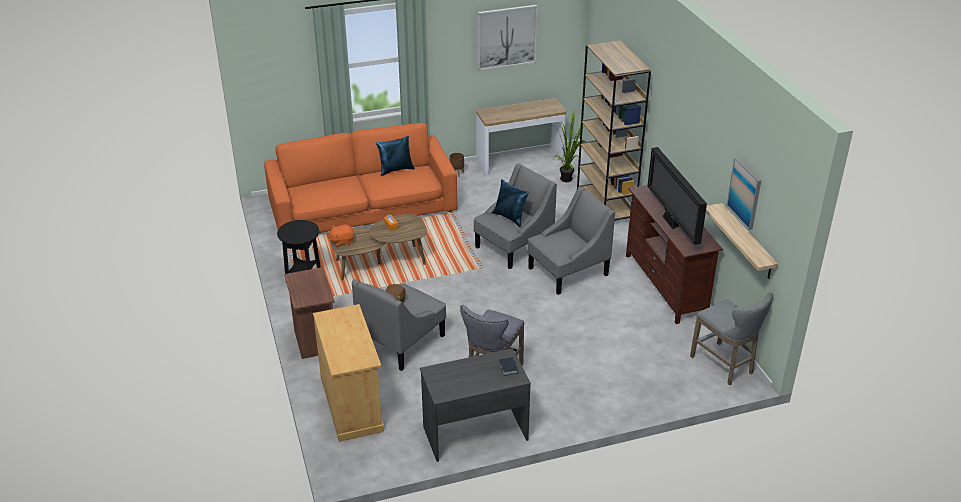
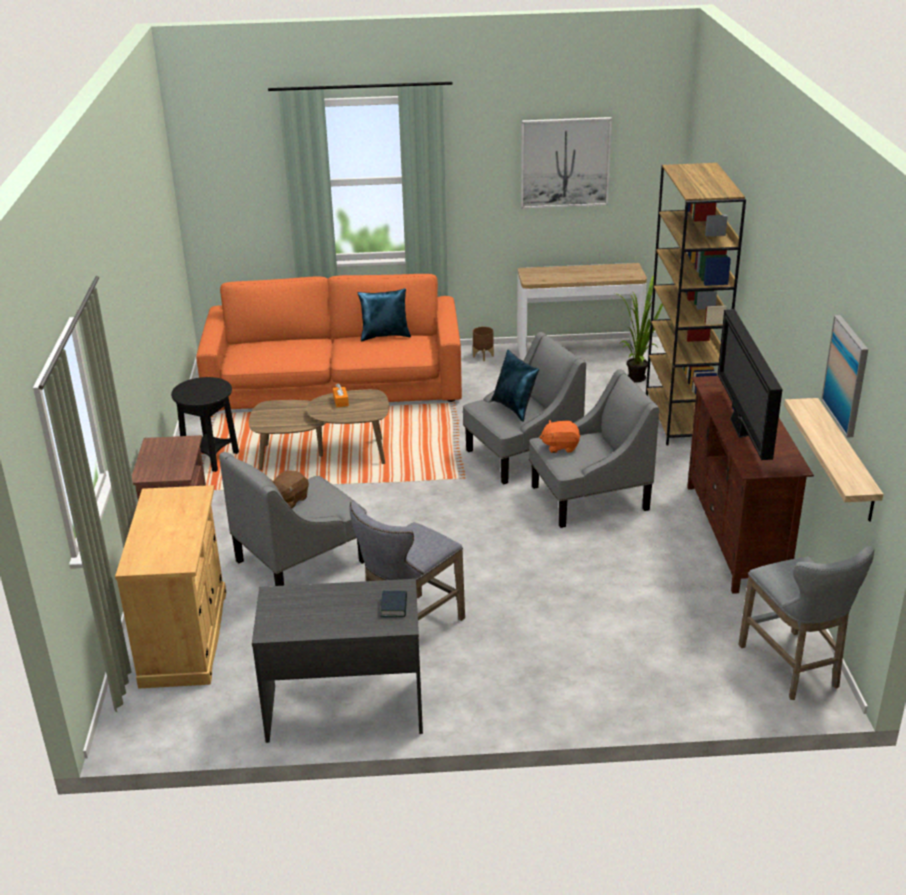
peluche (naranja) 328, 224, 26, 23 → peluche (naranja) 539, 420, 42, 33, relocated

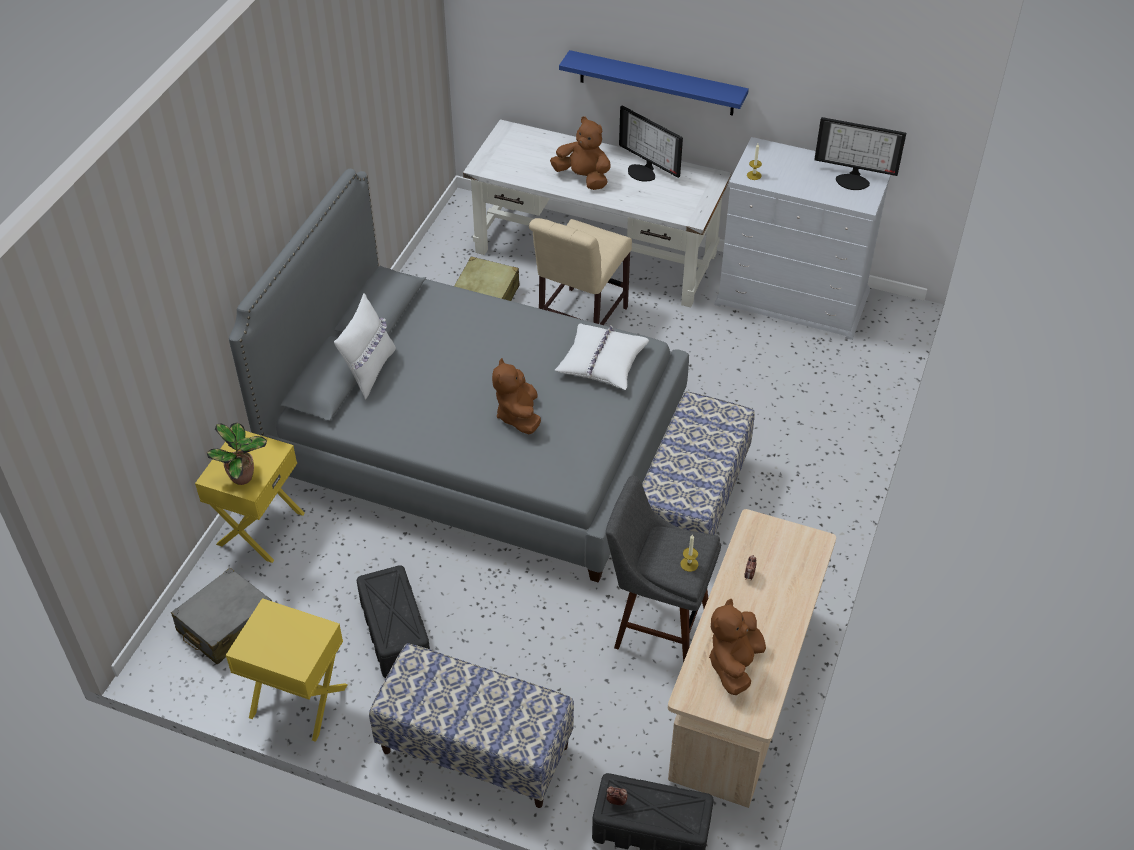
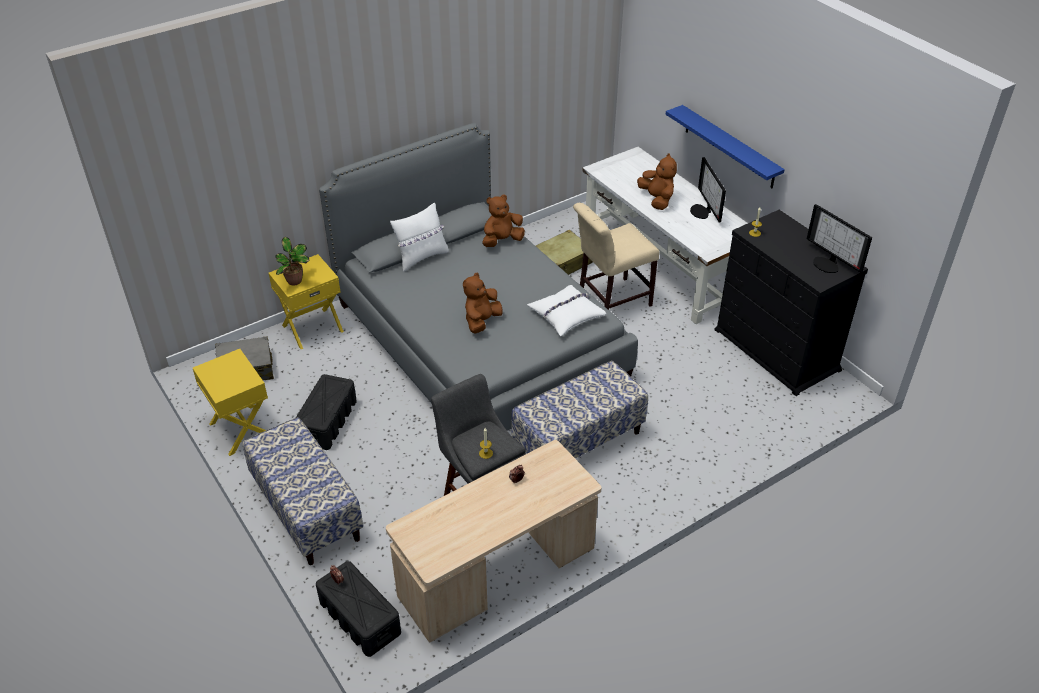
peluche (marrón) 709, 599, 57, 96 → peluche (marrón) 482, 194, 43, 53, relocated
cómoda (blanco) 714, 137, 177, 203 → cómoda (negro) 714, 210, 154, 186

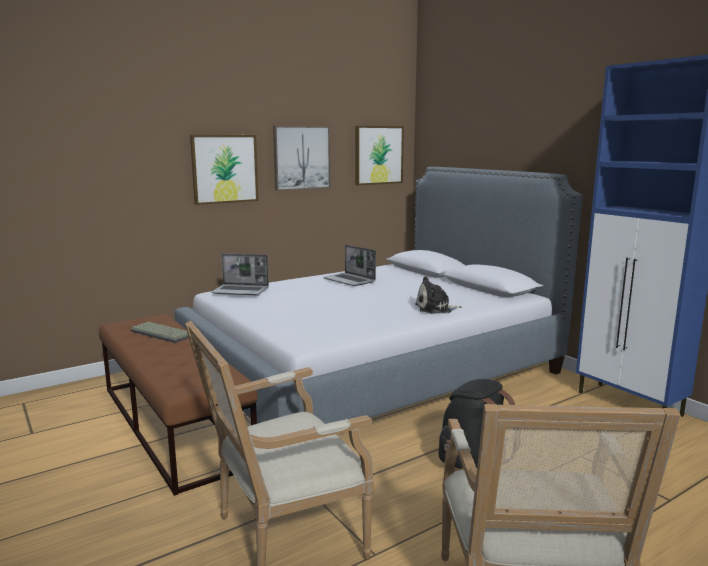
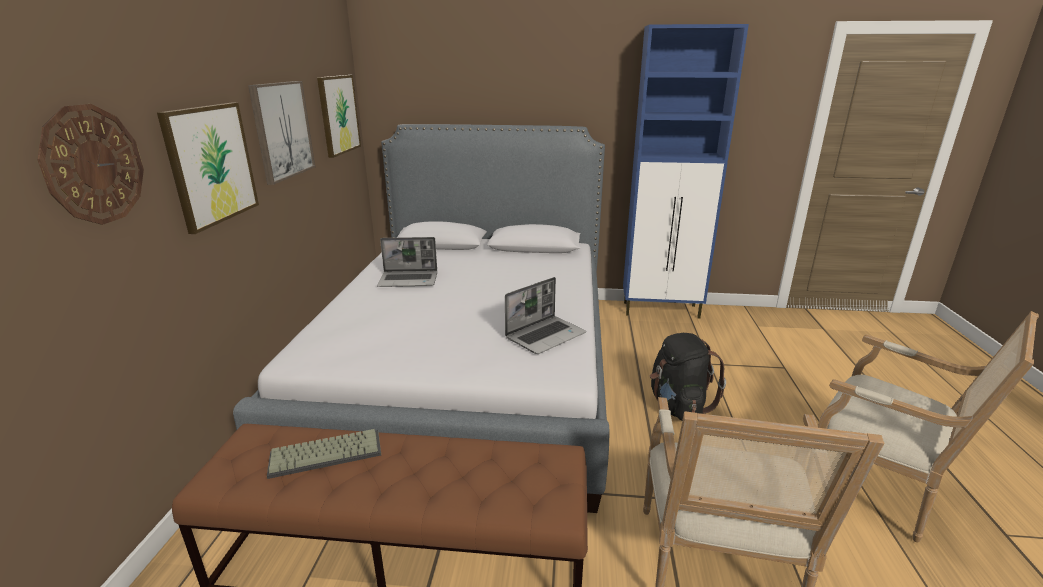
peluche 415, 276, 47, 38 → -
- → reloj de pared 37, 104, 107, 121
portátil 211, 253, 58, 43 → portátil 505, 277, 81, 77, relocated

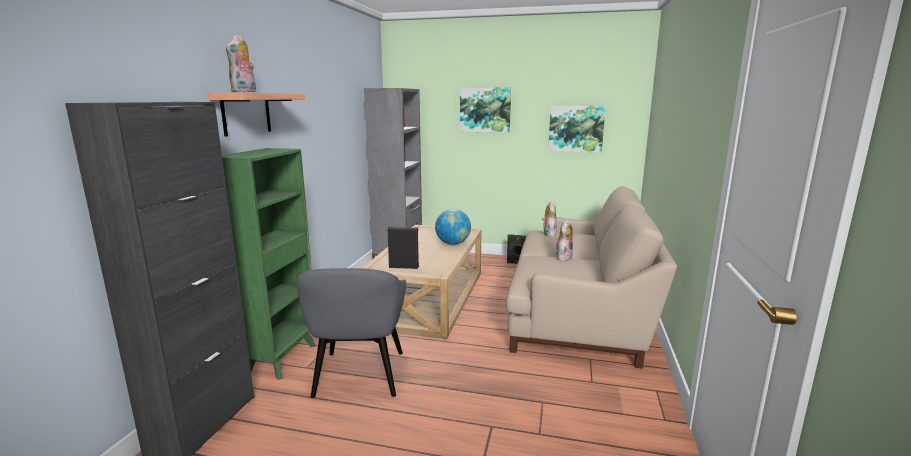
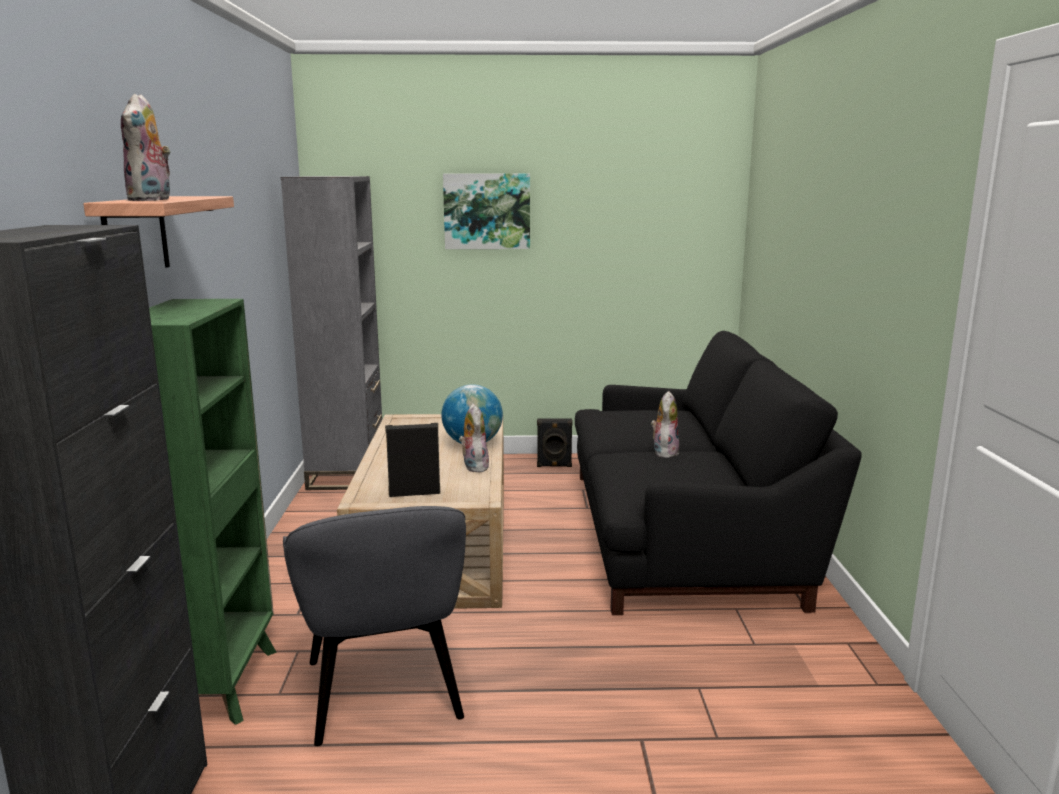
cuadro 548, 106, 58, 46 → -
peluche 542, 201, 15, 36 → peluche 459, 404, 30, 68, relocated
sofá (beis) 506, 186, 171, 183 → sofá (negro) 575, 331, 287, 284

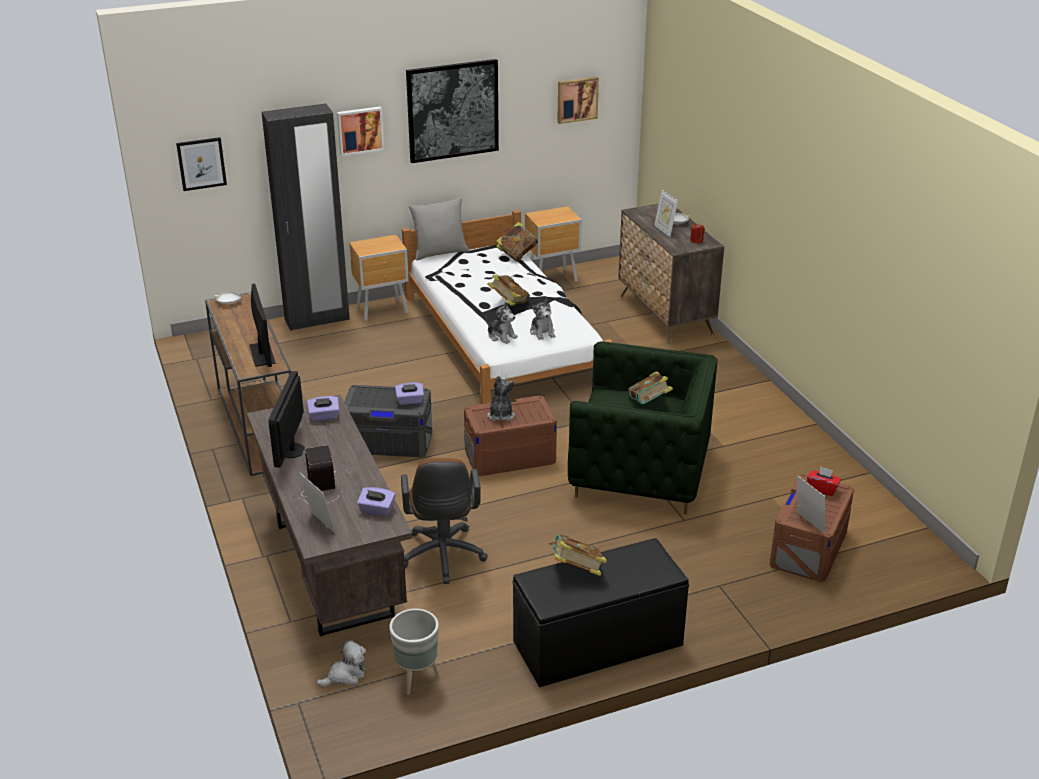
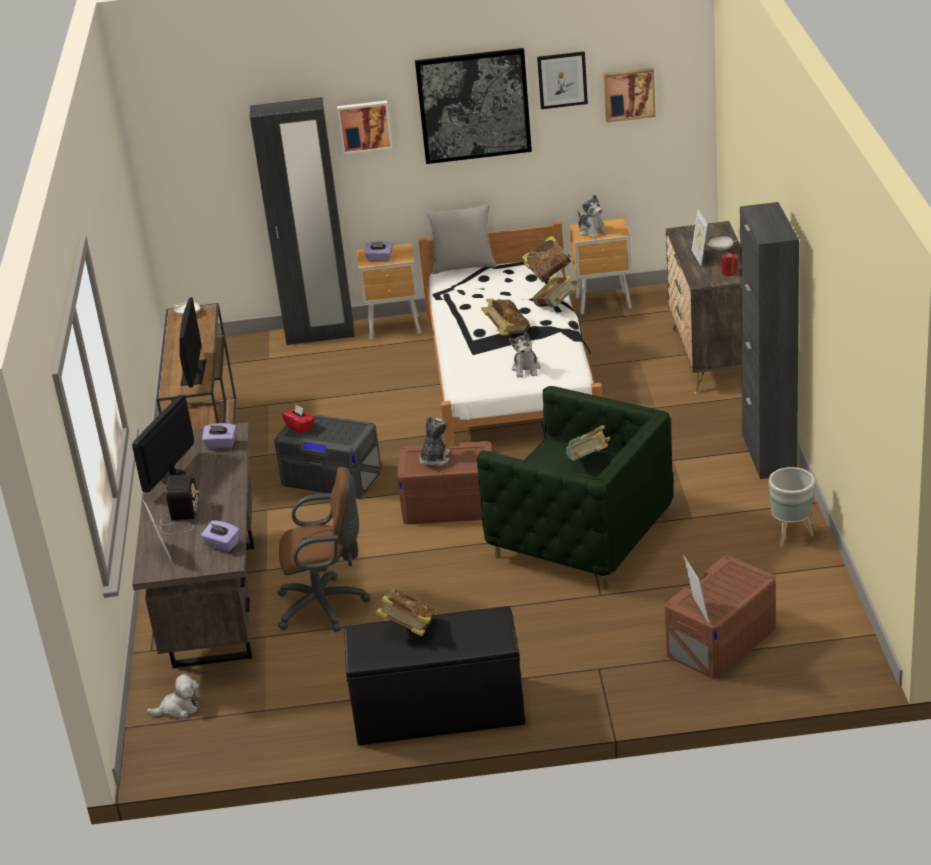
- → libro 533, 276, 46, 31
- → armario (negro) 740, 202, 59, 277
cuadro 176, 137, 51, 54 → cuadro 537, 51, 51, 58, relocated
maceta (gris) 389, 609, 51, 86 → maceta (gris) 769, 467, 46, 79, relocated
caja de pañuelos (morado) 395, 383, 29, 22 → caja de pañuelos (morado) 365, 241, 28, 21, relocated
peluche 485, 302, 33, 42 → peluche 578, 194, 30, 45, relocated
caja de pañuelos (rojo) 807, 466, 34, 30 → caja de pañuelos (rojo) 282, 405, 33, 28, relocated
silla de oficina (marrón) 401, 458, 87, 126 → silla de oficina (marrón) 277, 467, 93, 165, 105 degrees counterclockwise

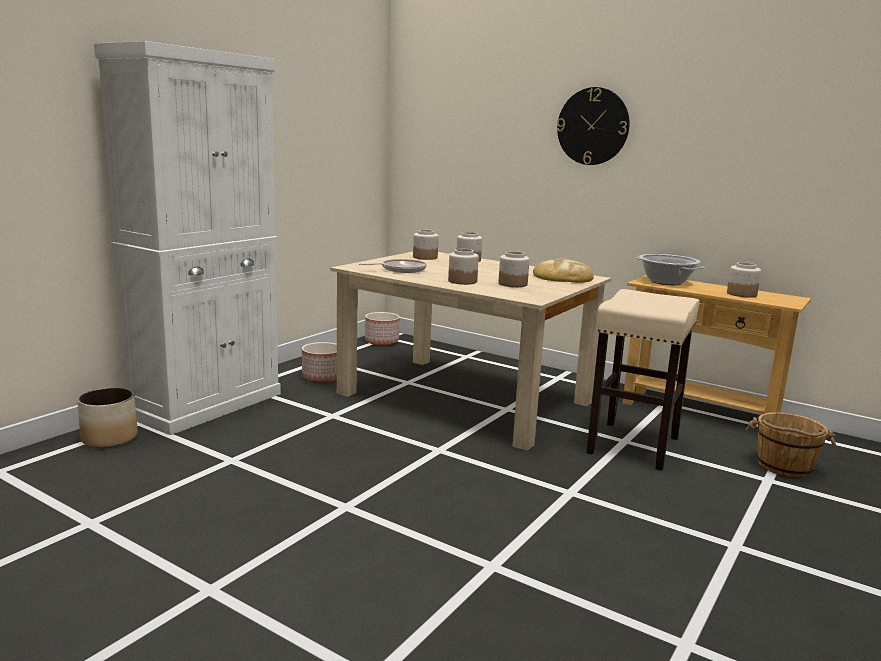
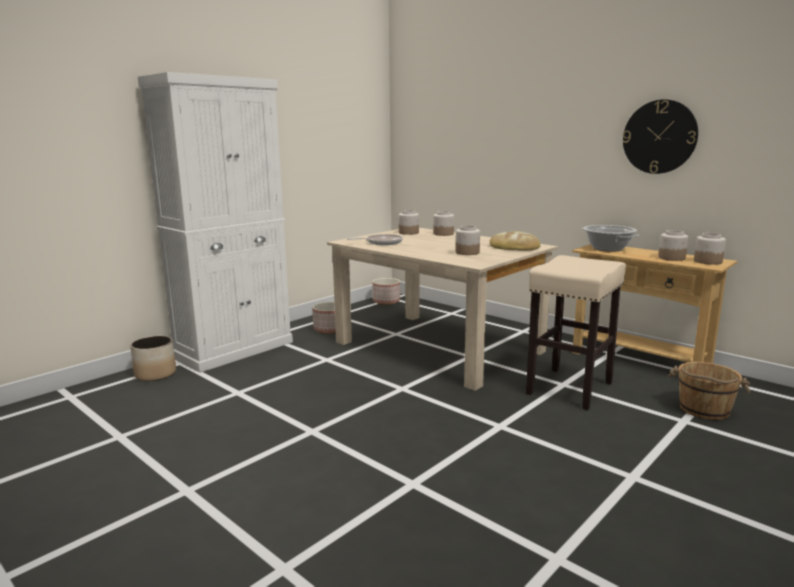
tarro 448, 249, 31, 36 → tarro 694, 233, 32, 32, relocated
reloj de pared 557, 87, 73, 78 → reloj de pared 622, 99, 76, 75, relocated

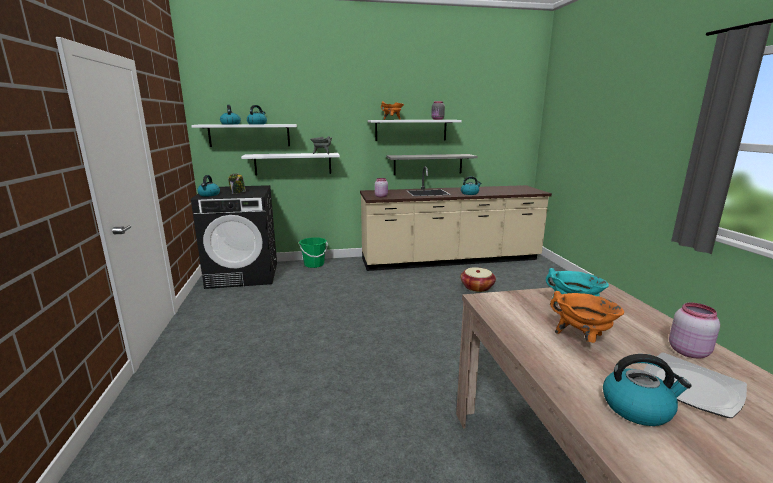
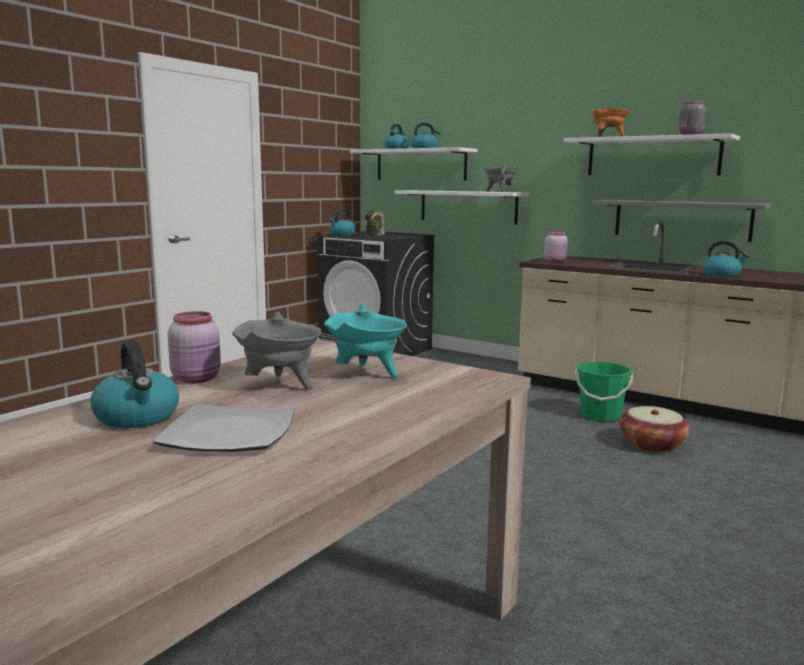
cubo (verde) 299, 237, 29, 31 → cubo (verde) 575, 362, 58, 60, relocated
tarro (rosa) 669, 302, 51, 57 → tarro (rosa) 168, 311, 53, 72, relocated
olla (naranja) 550, 291, 74, 52 → olla (gris) 232, 312, 90, 78

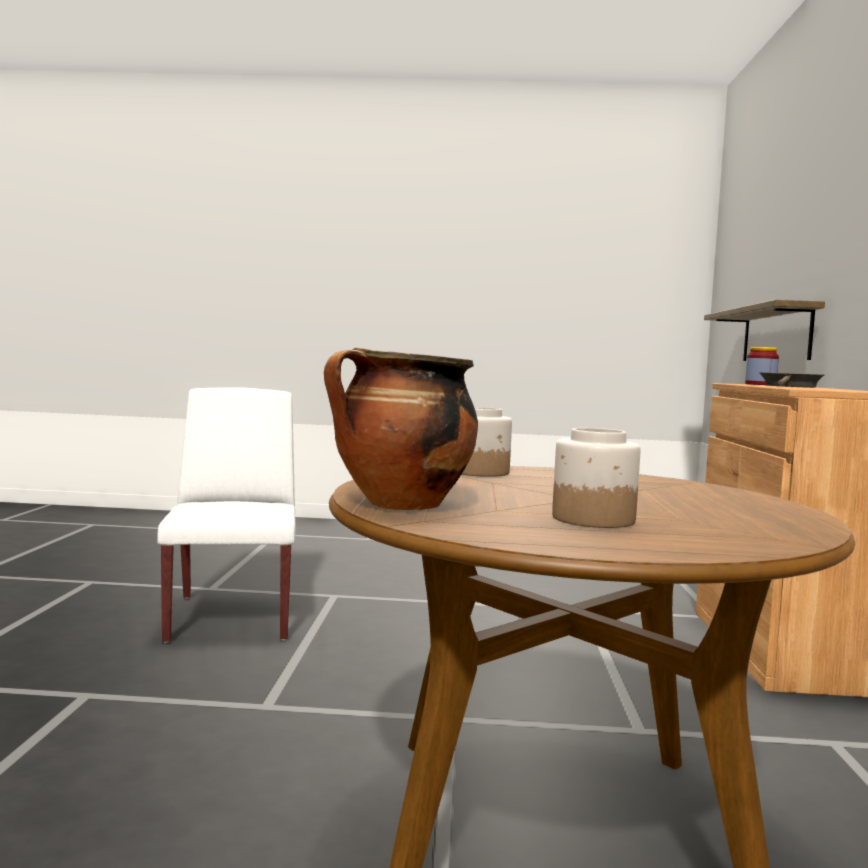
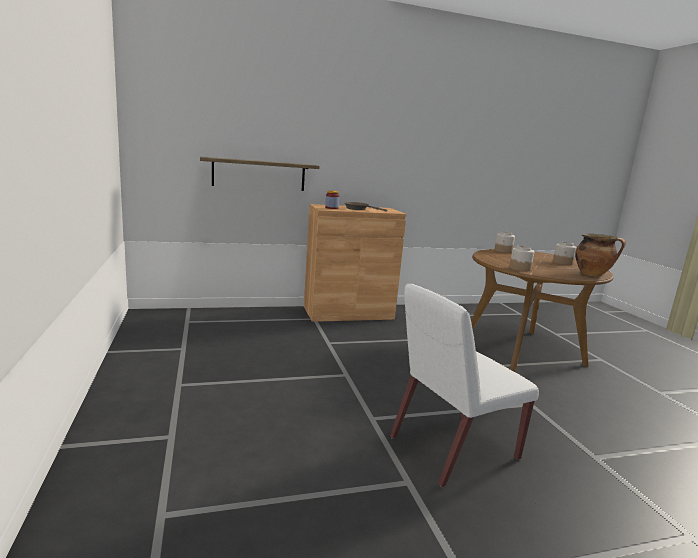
- → tarro 494, 231, 21, 22

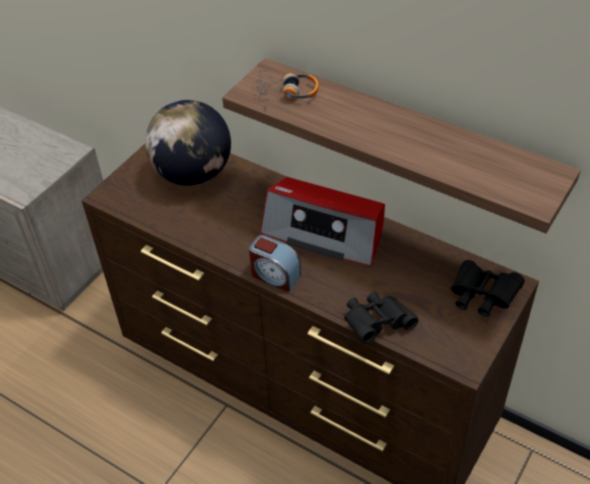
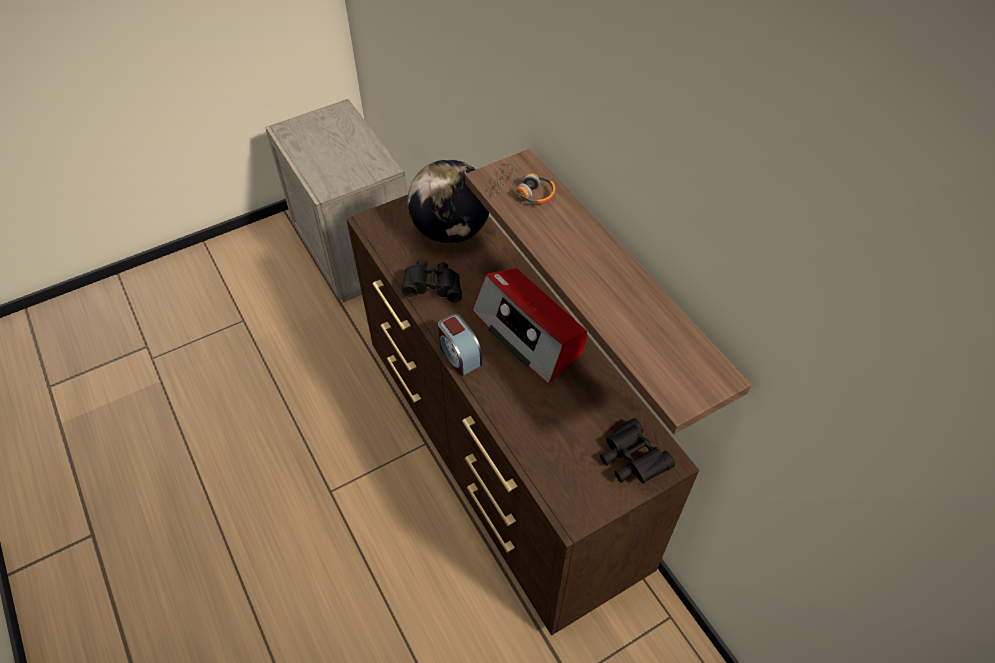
prismáticos (negro) 344, 292, 74, 51 → prismáticos (negro) 402, 259, 60, 43, relocated

